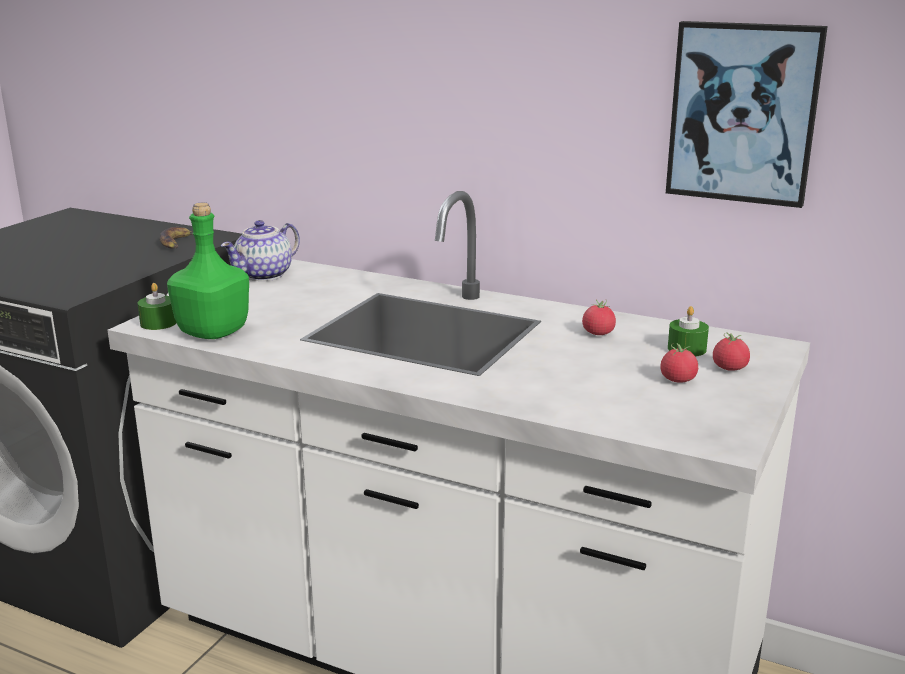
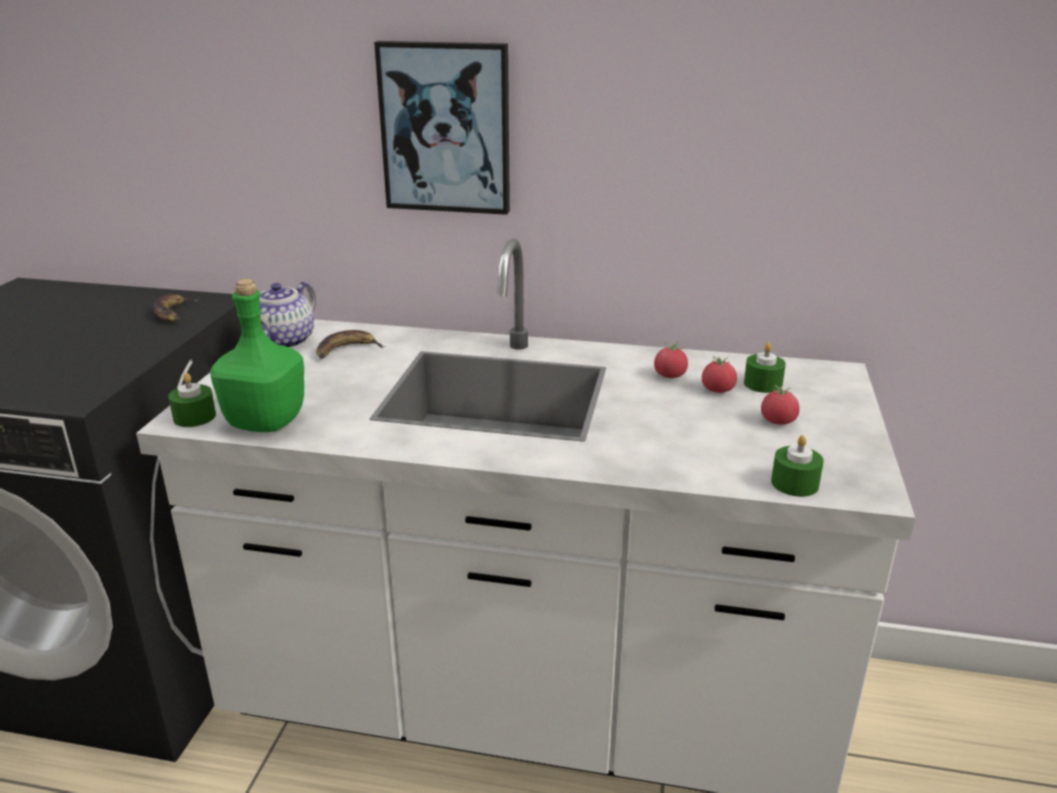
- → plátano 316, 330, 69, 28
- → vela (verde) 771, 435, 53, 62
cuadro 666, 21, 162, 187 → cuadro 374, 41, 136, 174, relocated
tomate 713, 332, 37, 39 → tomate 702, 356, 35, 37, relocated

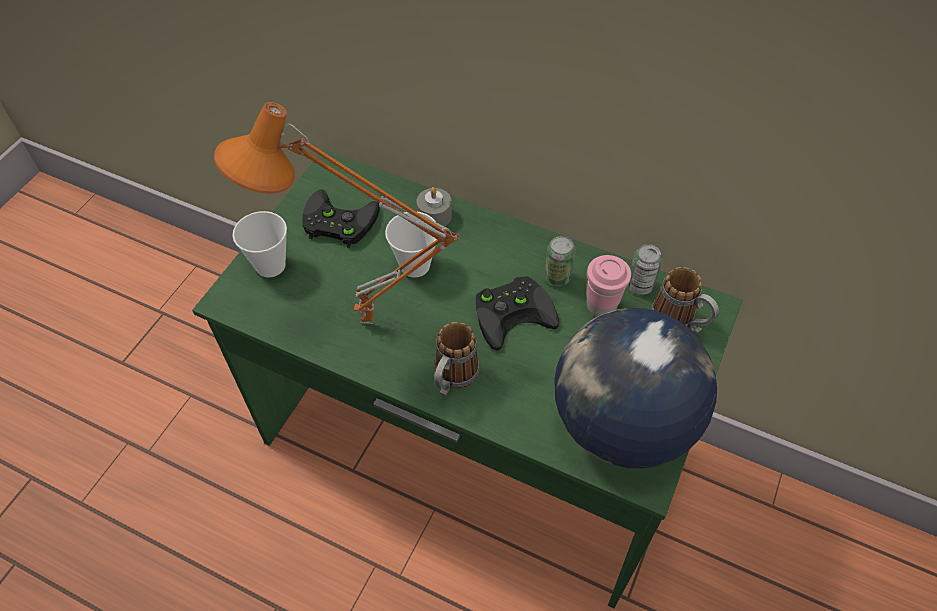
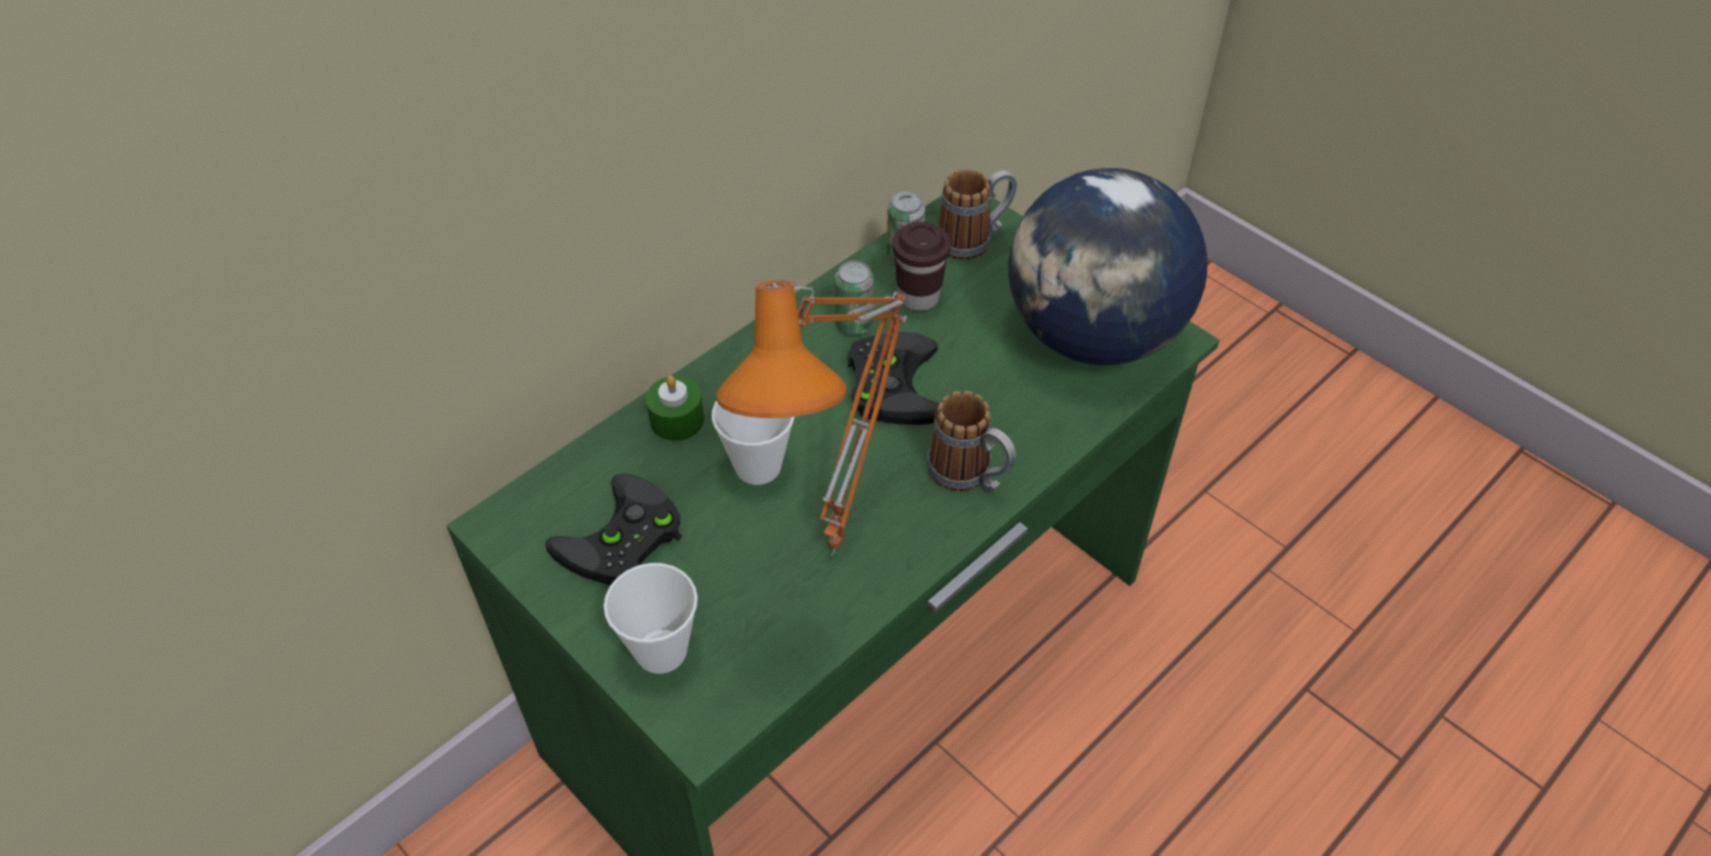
vela (gris) 417, 187, 35, 40 → vela (verde) 646, 375, 58, 66
taza (rosa) 587, 255, 44, 61 → taza (marrón) 892, 222, 59, 89

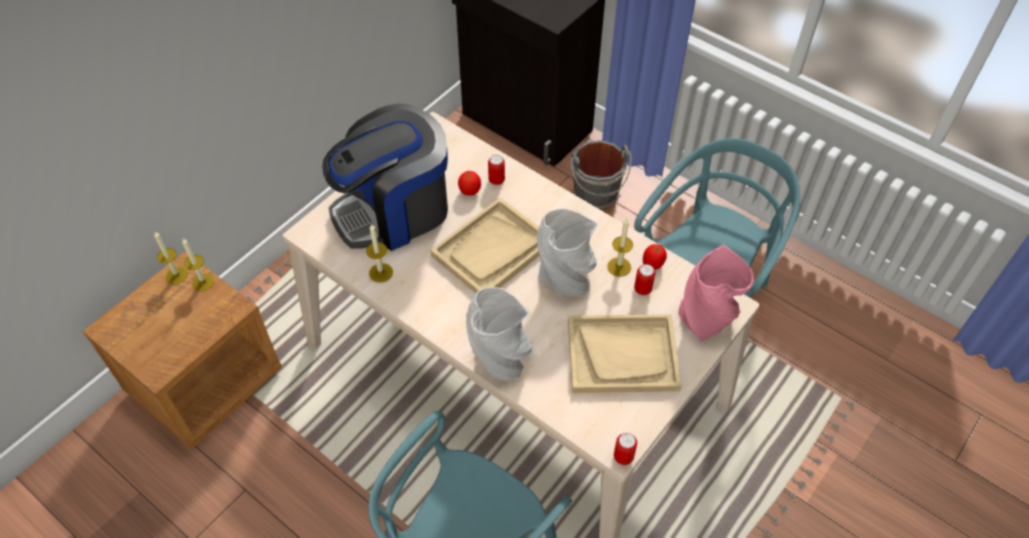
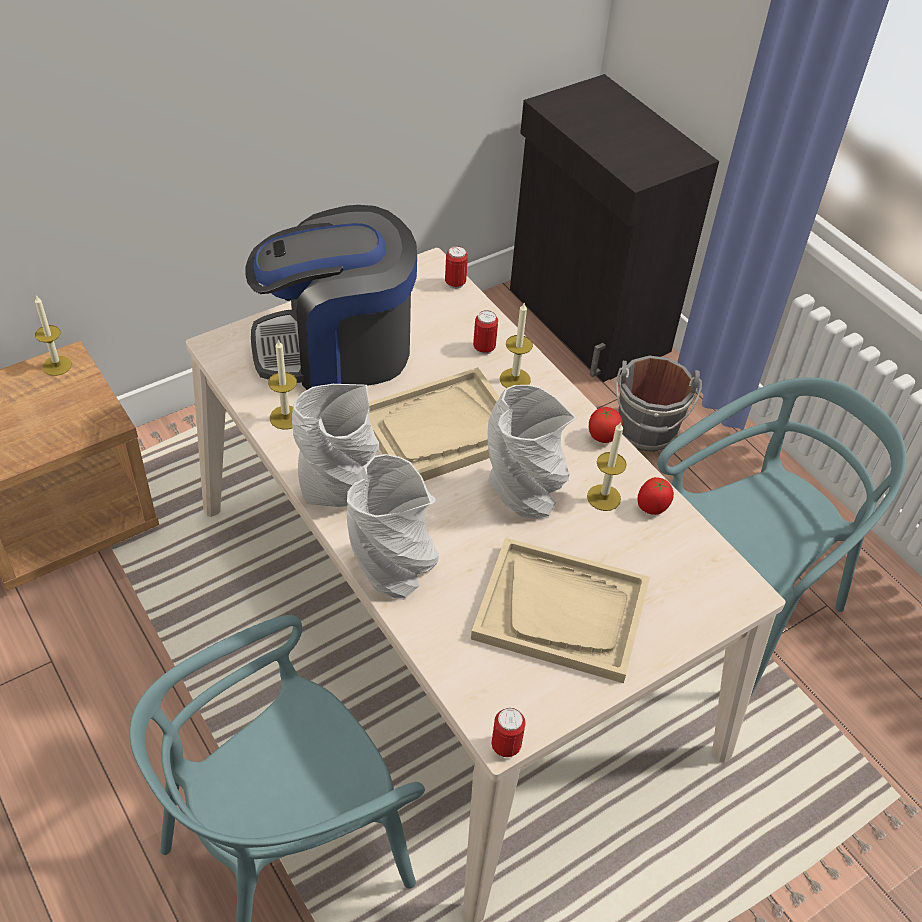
florero (rosa) 678, 245, 76, 96 → -
- → florero (gris) 292, 384, 87, 123
vela 182, 239, 33, 52 → vela 500, 303, 33, 85, relocated
tomate 458, 171, 23, 25 → tomate 589, 407, 33, 36, relocated
lata 634, 264, 22, 32 → lata 445, 246, 23, 43, relocated

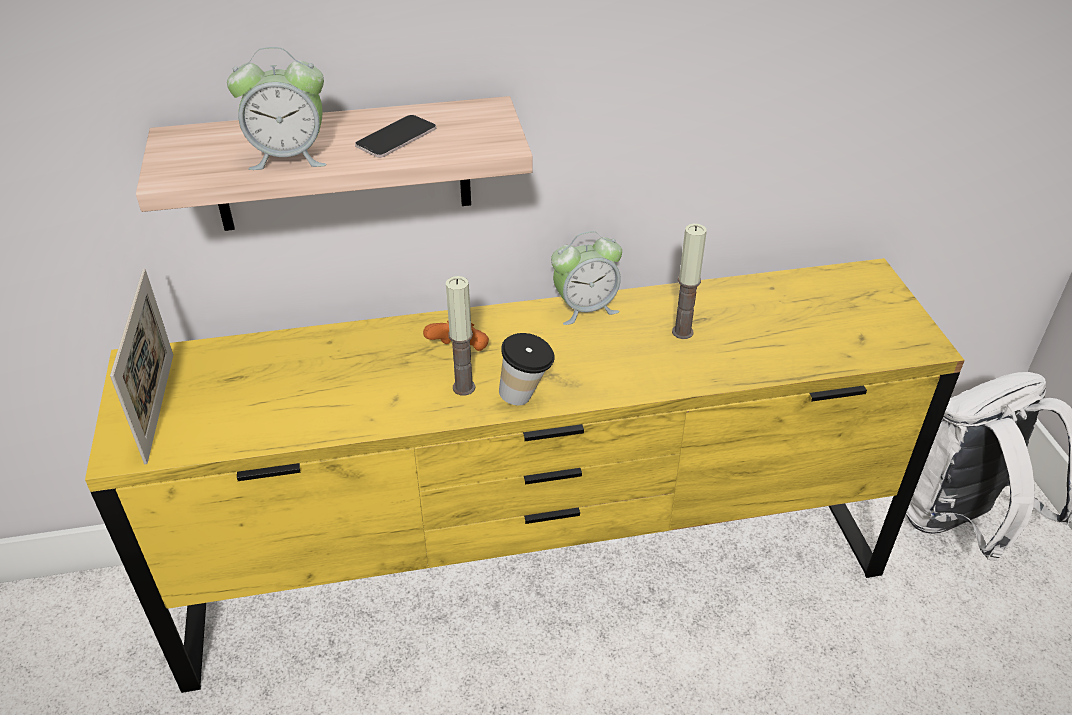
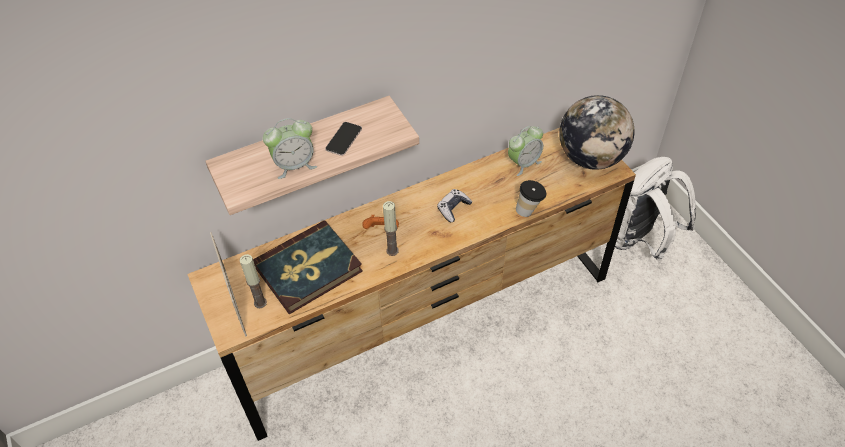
- → libro 253, 220, 110, 94
- → mando de consola 437, 189, 35, 33
- → globo terráqueo 559, 95, 76, 75
taza 499, 333, 56, 72 → taza 516, 180, 30, 37, relocated
despertador 551, 231, 71, 94 → despertador 508, 126, 35, 50, relocated
vela 672, 224, 35, 115 → vela 240, 254, 27, 54, relocated
cómoda (amarillo) 85, 258, 880, 435 → cómoda (marrón) 187, 128, 449, 313

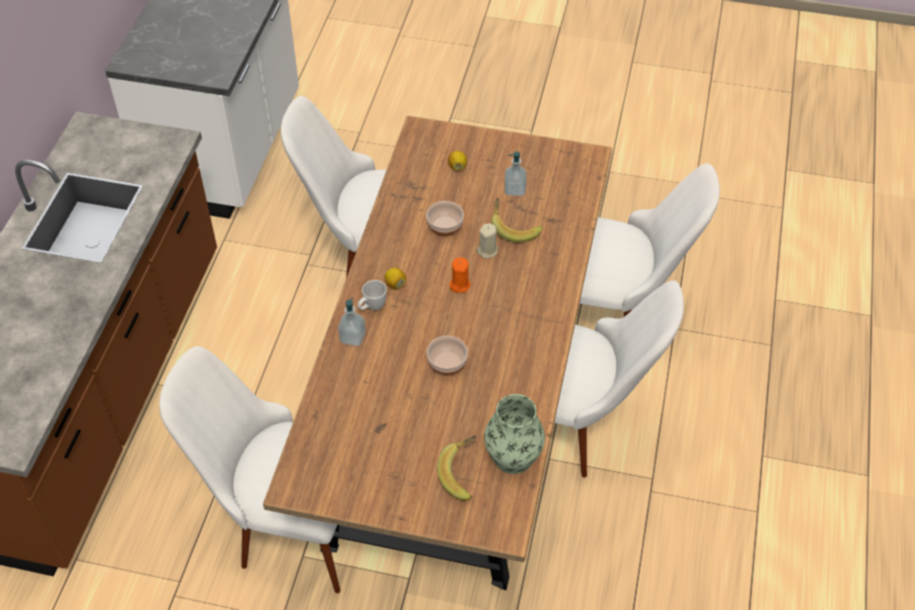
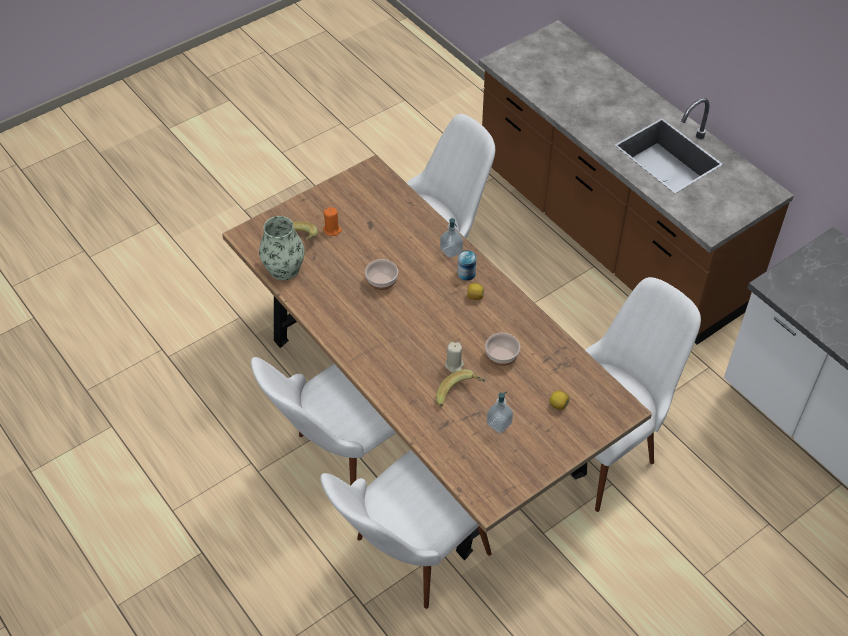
vela (naranja) 450, 257, 21, 36 → vela (naranja) 323, 207, 19, 29, relocated
taza grande (blanco) 357, 280, 30, 30 → lata 457, 250, 20, 31

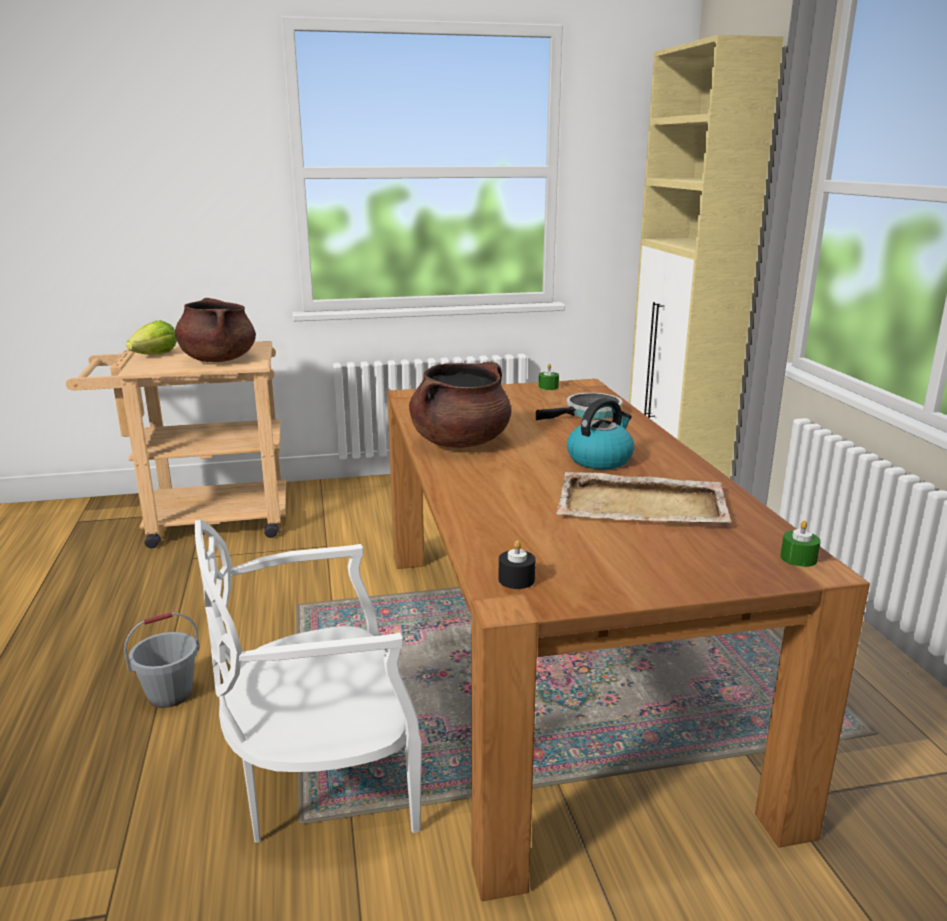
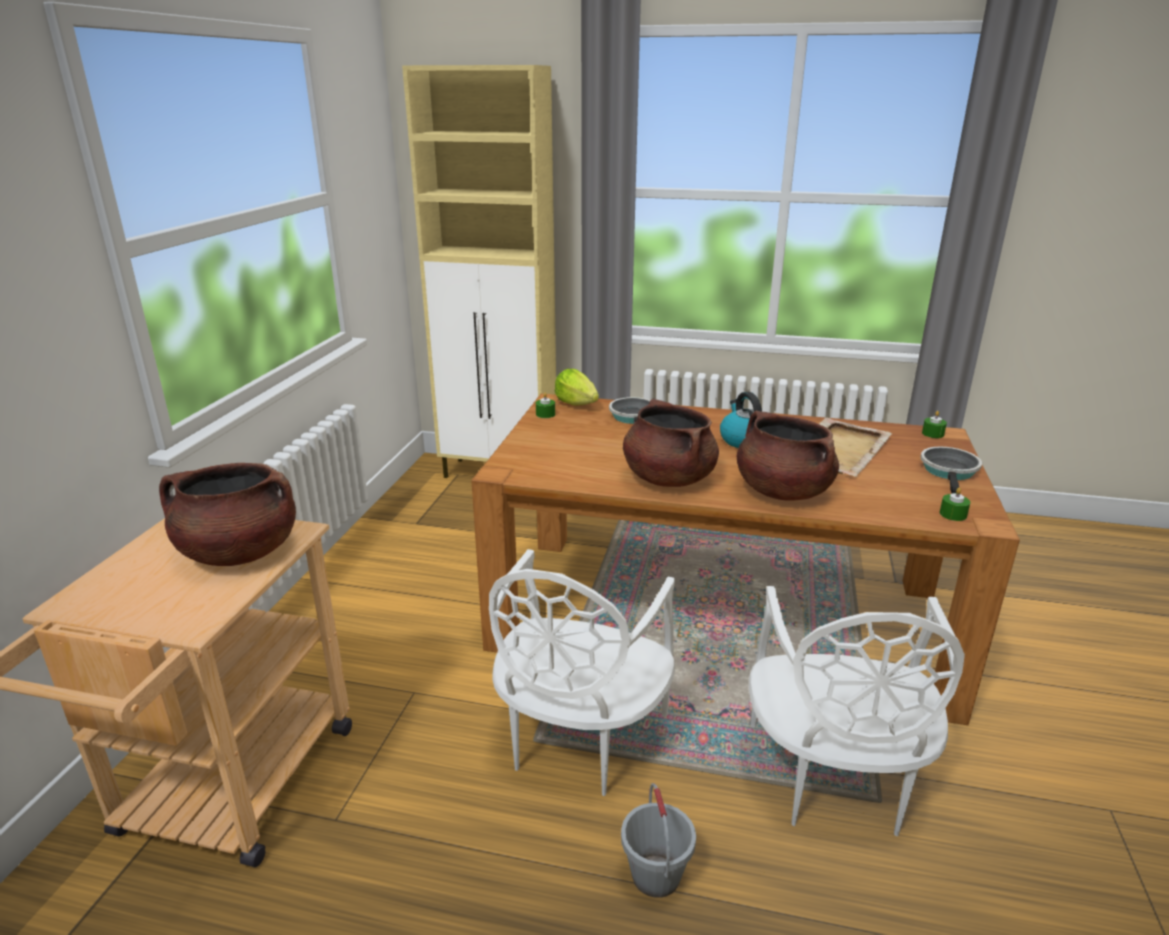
- → silla (blanco) 489, 549, 186, 247
- → olla (marrón) 737, 411, 102, 90
- → sartén 921, 447, 61, 47
lechuga 126, 320, 51, 35 → lechuga 555, 369, 44, 37, relocated
vela (negro) 498, 540, 37, 49 → vela (verde) 940, 487, 31, 34

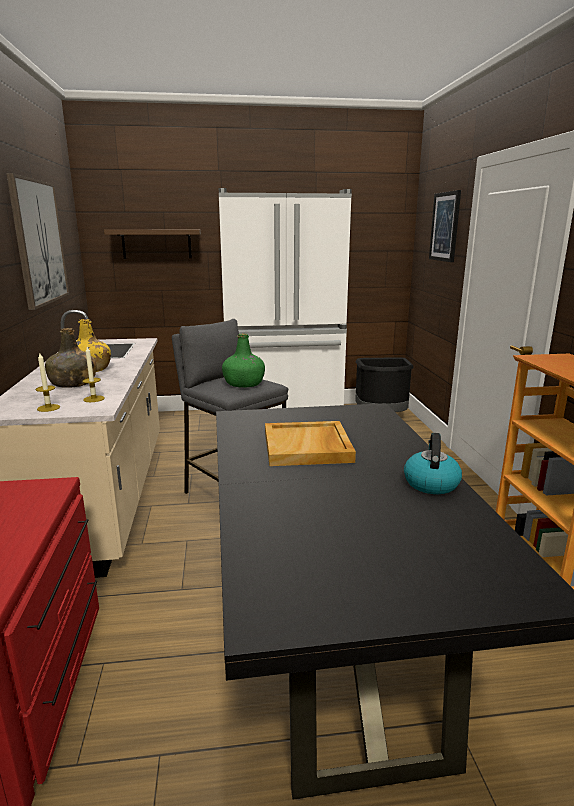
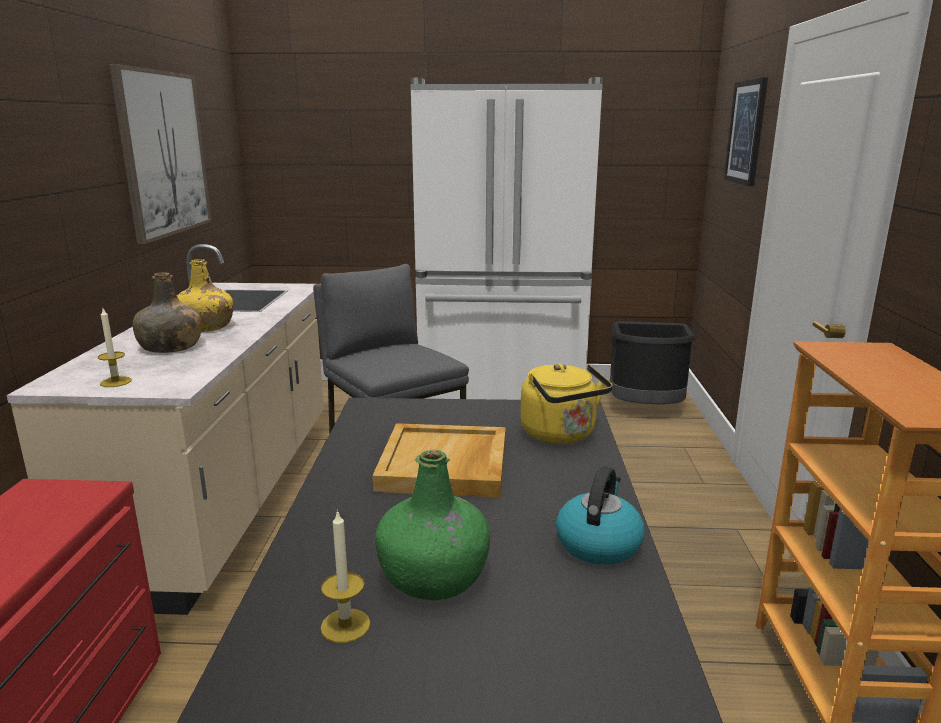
estante 104, 229, 97, 30 → -
- → hervidor (amarillo) 520, 364, 93, 80
vela 82, 347, 23, 55 → vela 321, 509, 49, 134, relocated
botella (verde) 222, 333, 43, 54 → botella (verde) 375, 449, 115, 151, relocated

